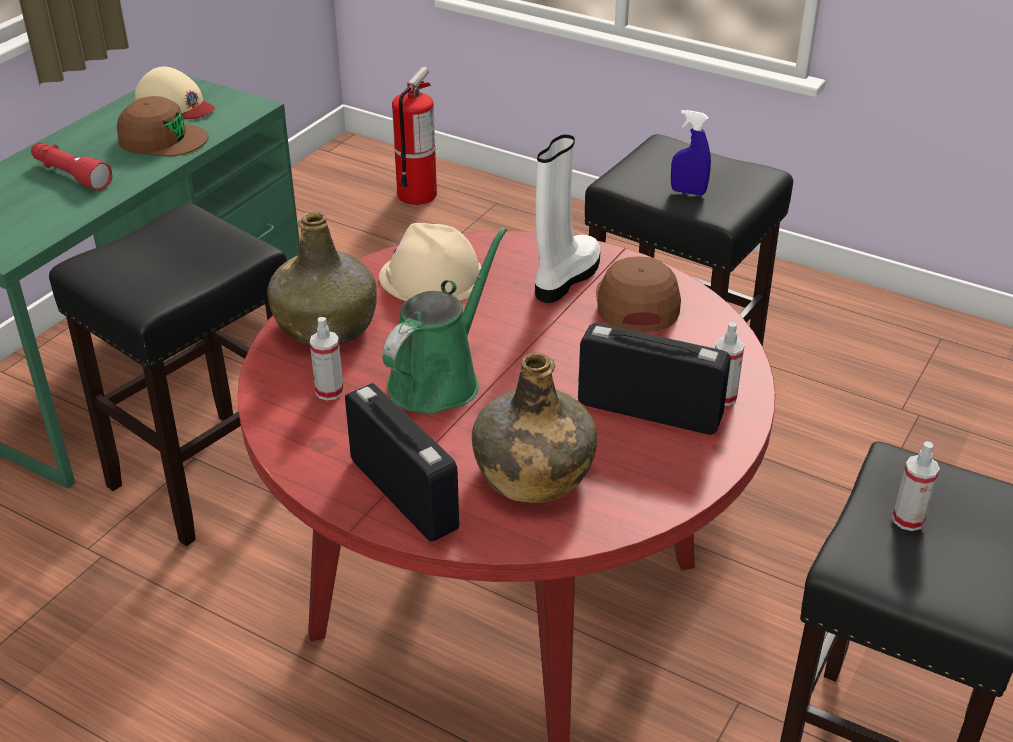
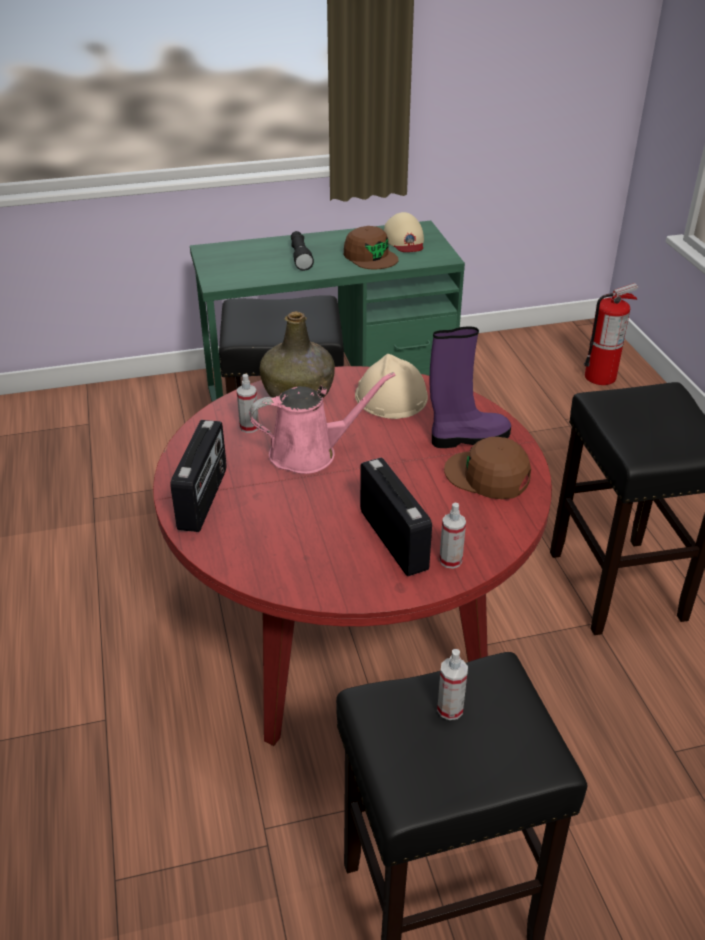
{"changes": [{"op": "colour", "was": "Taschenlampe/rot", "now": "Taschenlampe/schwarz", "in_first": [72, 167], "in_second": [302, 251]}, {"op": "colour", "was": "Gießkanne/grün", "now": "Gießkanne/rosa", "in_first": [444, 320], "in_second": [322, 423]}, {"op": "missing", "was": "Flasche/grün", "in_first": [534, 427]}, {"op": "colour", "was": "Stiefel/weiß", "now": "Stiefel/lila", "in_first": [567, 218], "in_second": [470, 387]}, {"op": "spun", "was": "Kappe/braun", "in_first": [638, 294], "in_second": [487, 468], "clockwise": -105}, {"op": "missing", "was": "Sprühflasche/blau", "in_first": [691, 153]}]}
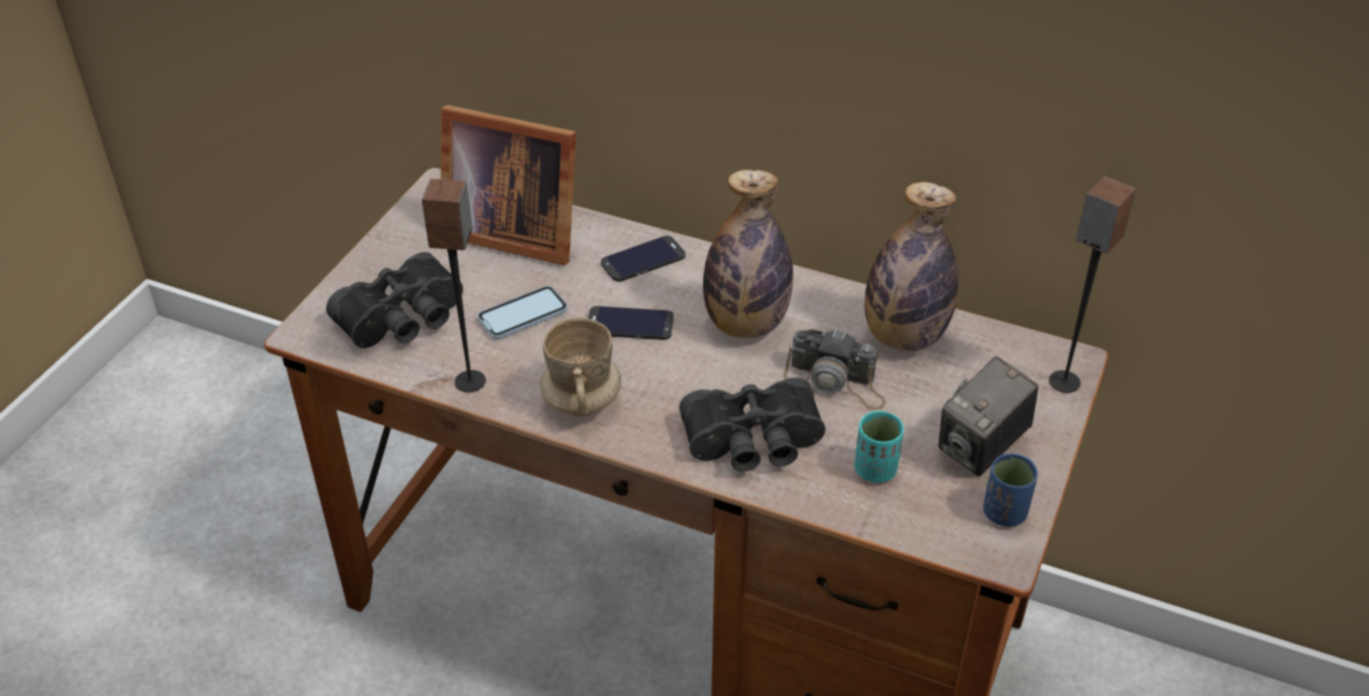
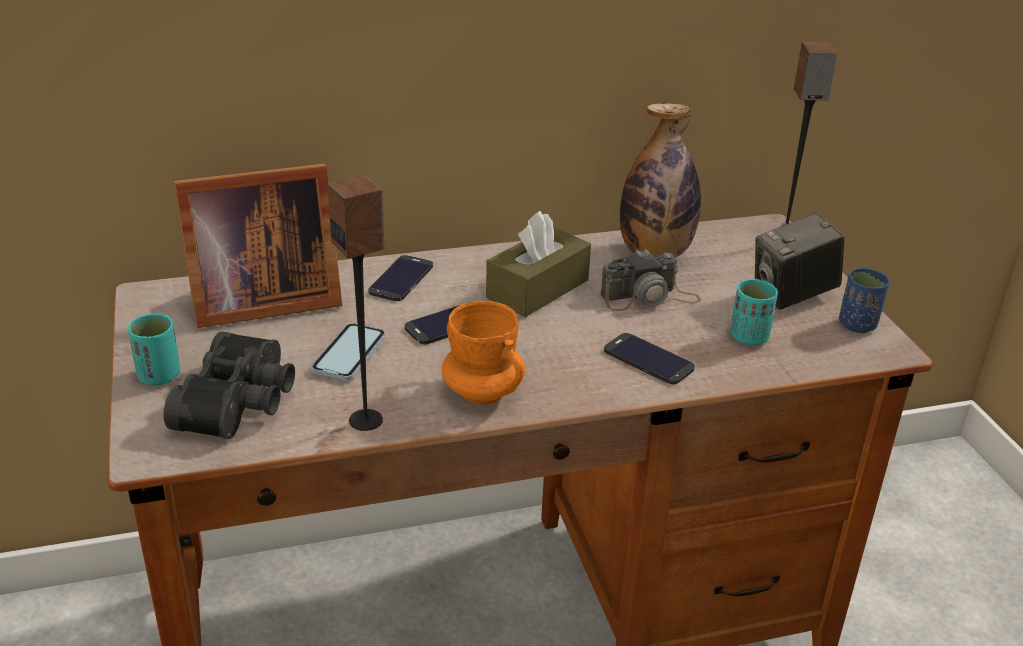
{"changes": [{"op": "colour", "was": "Henkelbecher/beige", "now": "Henkelbecher/orange", "in_first": [580, 367], "in_second": [483, 352]}, {"op": "exchanged", "was": "Fernglas/schwarz", "now": "Handy", "in_first": [752, 425], "in_second": [649, 358]}, {"op": "exchanged", "was": "Flasche", "now": "Taschentuchbox/braun", "in_first": [748, 254], "in_second": [538, 264]}, {"op": "spun", "was": "Kamera", "in_first": [988, 416], "in_second": [800, 261], "clockwise": 60}, {"op": "appeared", "now": "Tasse/türkis", "in_second": [154, 349]}]}
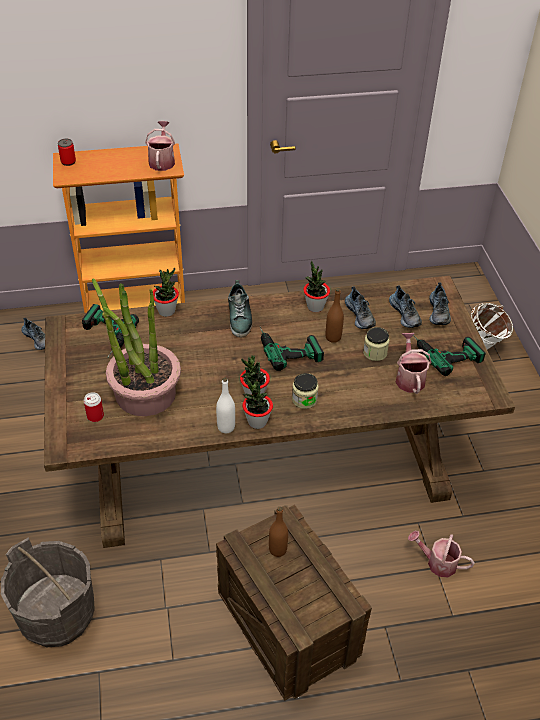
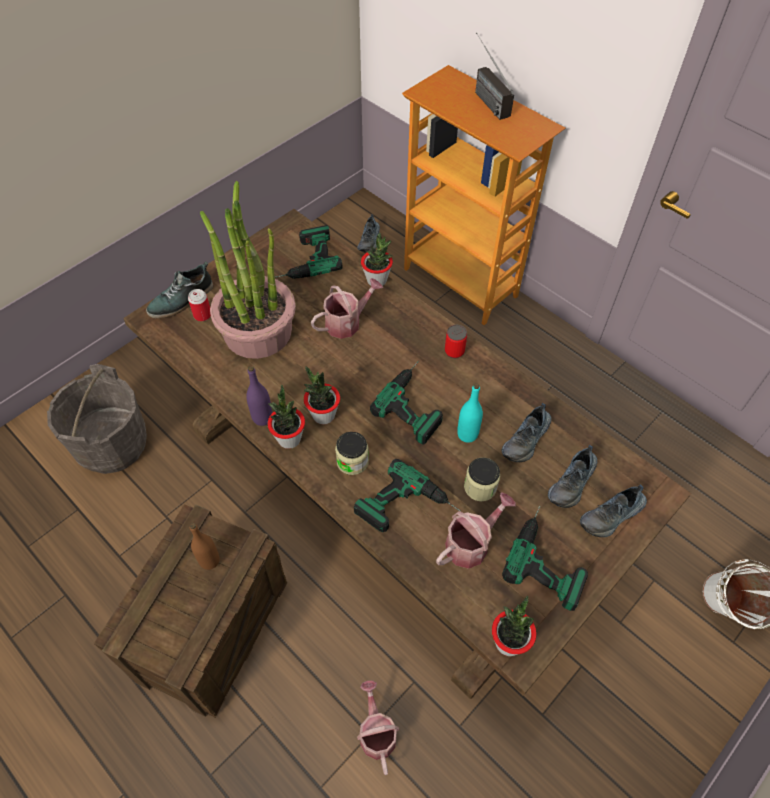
{"changes": [{"op": "relocated", "was": "Dose", "in_first": [67, 152], "in_second": [456, 341]}, {"op": "relocated", "was": "Gießkanne", "in_first": [160, 146], "in_second": [347, 308]}, {"op": "colour", "was": "Flasche/weiß", "now": "Flasche/lila", "in_first": [225, 405], "in_second": [259, 396]}, {"op": "relocated", "was": "Schuh", "in_first": [240, 308], "in_second": [179, 289]}, {"op": "relocated", "was": "Topfpflanze", "in_first": [316, 286], "in_second": [514, 626]}, {"op": "colour", "was": "Flasche/braun", "now": "Flasche/türkis", "in_first": [335, 315], "in_second": [470, 413]}, {"op": "appeared", "now": "Bohrmaschine", "in_second": [407, 495]}, {"op": "appeared", "now": "Radio", "in_second": [494, 76]}]}
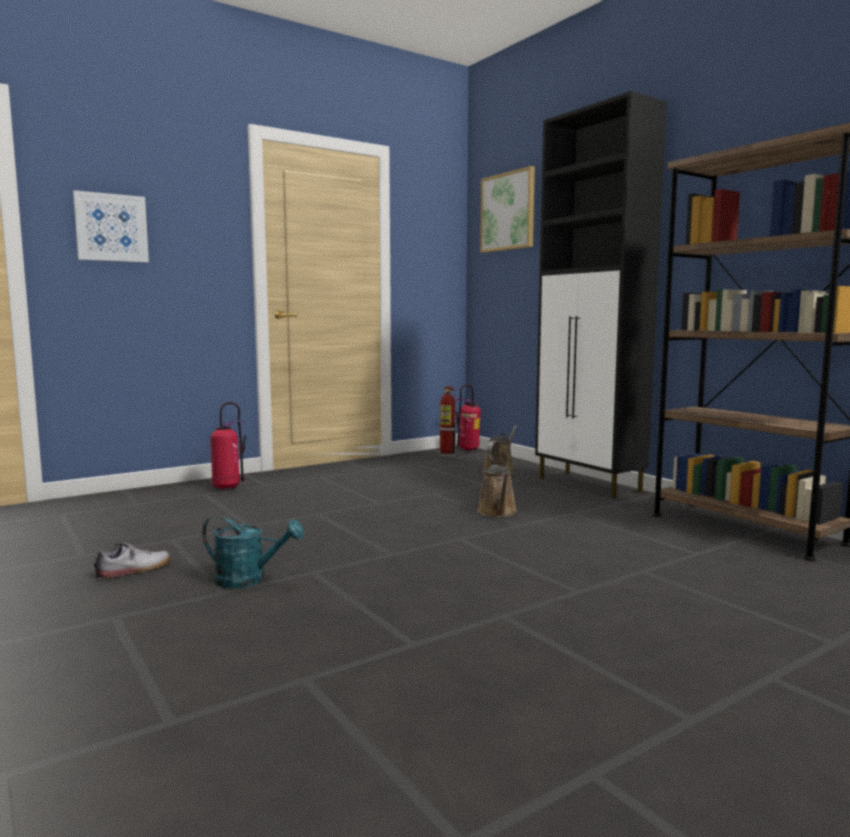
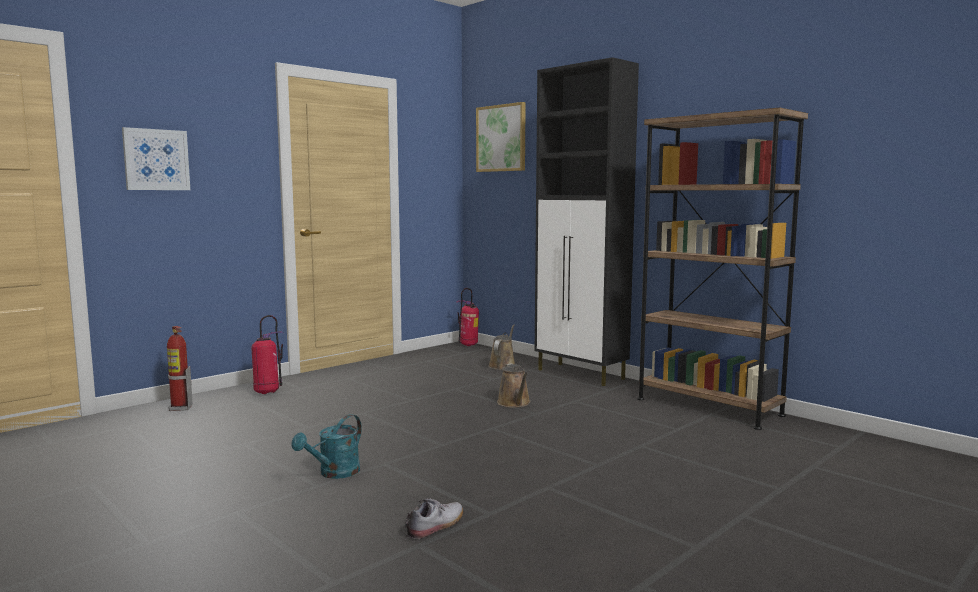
{"changes": [{"op": "relocated", "was": "Schuh", "in_first": [132, 560], "in_second": [434, 518]}, {"op": "spun", "was": "Gießkanne/türkis", "in_first": [253, 551], "in_second": [326, 446], "clockwise": 120}, {"op": "relocated", "was": "Feuerlöscher", "in_first": [447, 421], "in_second": [180, 368]}]}
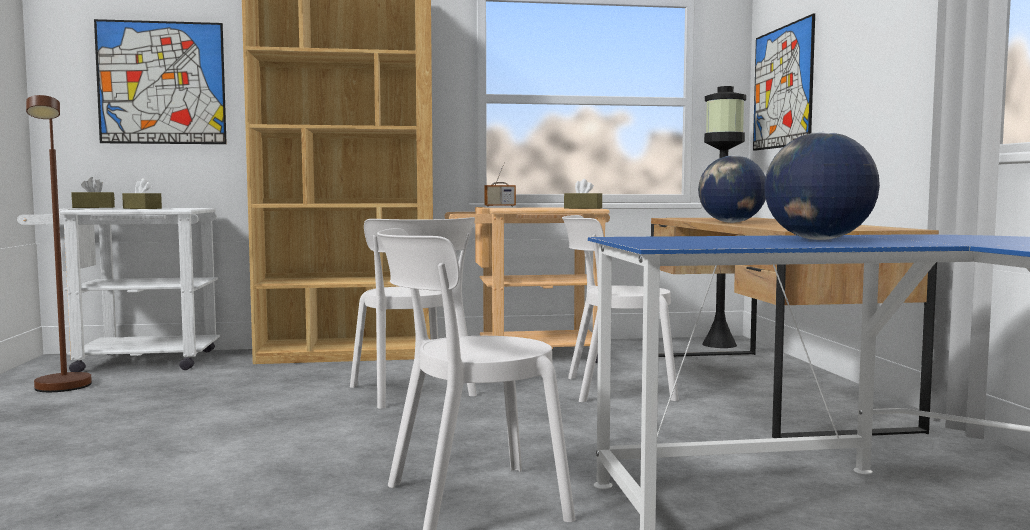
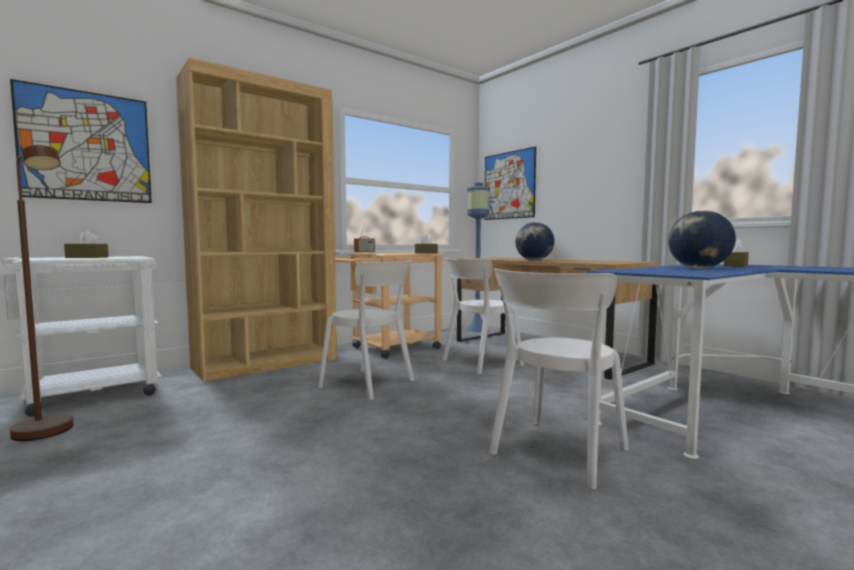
{"changes": [{"op": "relocated", "was": "Taschentuchbox/braun", "in_first": [93, 192], "in_second": [736, 253]}, {"op": "colour", "was": "Stehlampe/schwarz", "now": "Stehlampe/blau", "in_first": [724, 217], "in_second": [478, 257]}]}
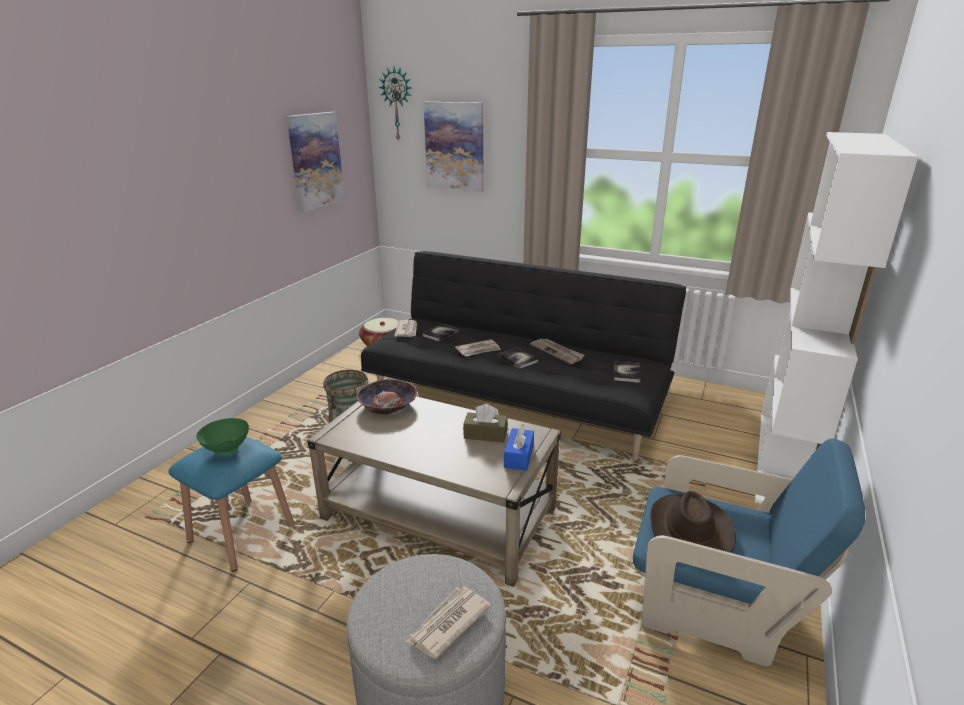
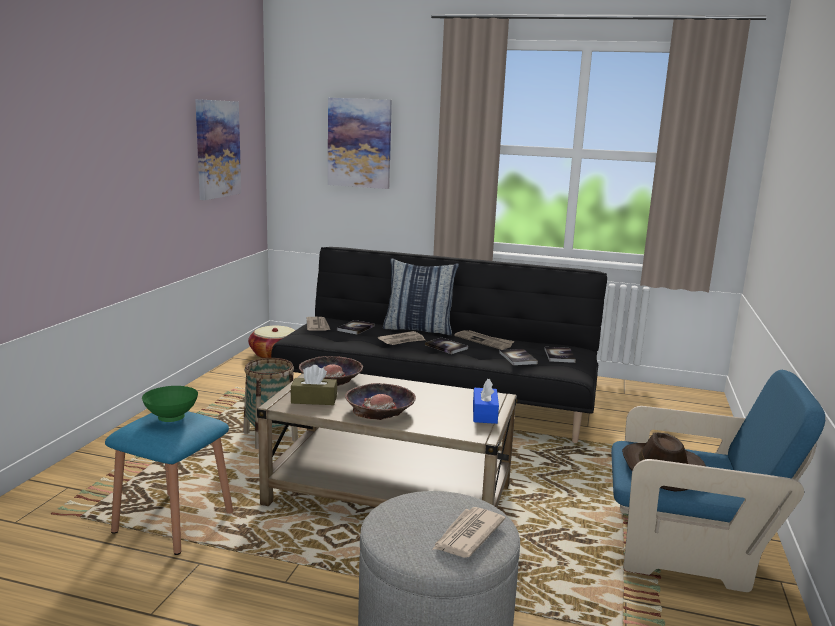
{"changes": [{"op": "missing", "was": "Wanduhr", "in_first": [395, 104]}, {"op": "relocated", "was": "Taschentuchbox/braun", "in_first": [485, 423], "in_second": [314, 385]}, {"op": "missing", "was": "Bücherregal/weiß", "in_first": [836, 318]}, {"op": "appeared", "now": "Schüssel", "in_second": [380, 401]}, {"op": "appeared", "now": "Kissen", "in_second": [421, 296]}, {"op": "appeared", "now": "Buch", "in_second": [518, 357]}]}
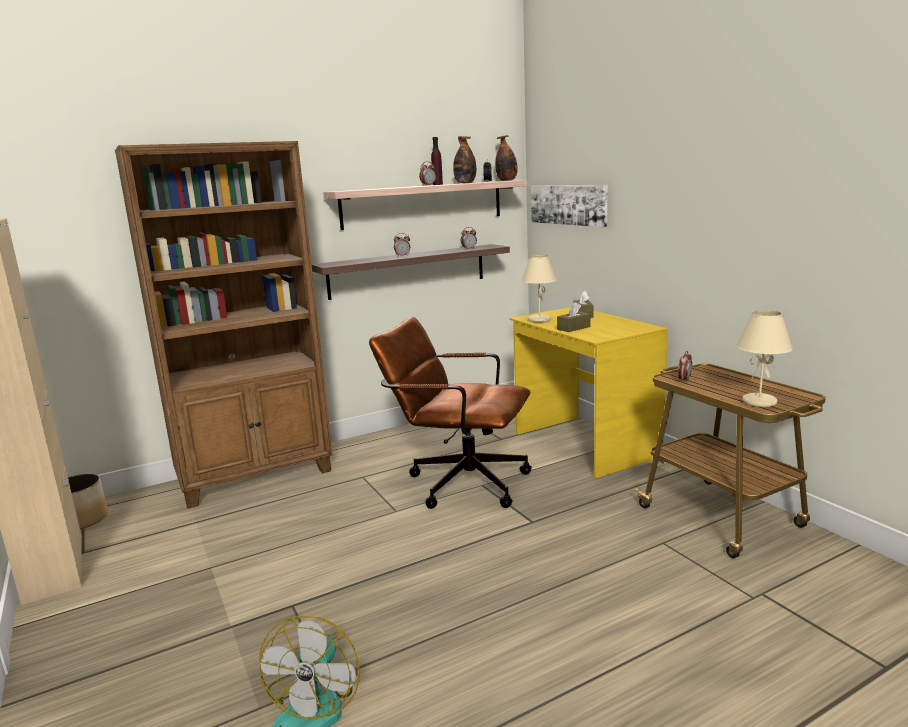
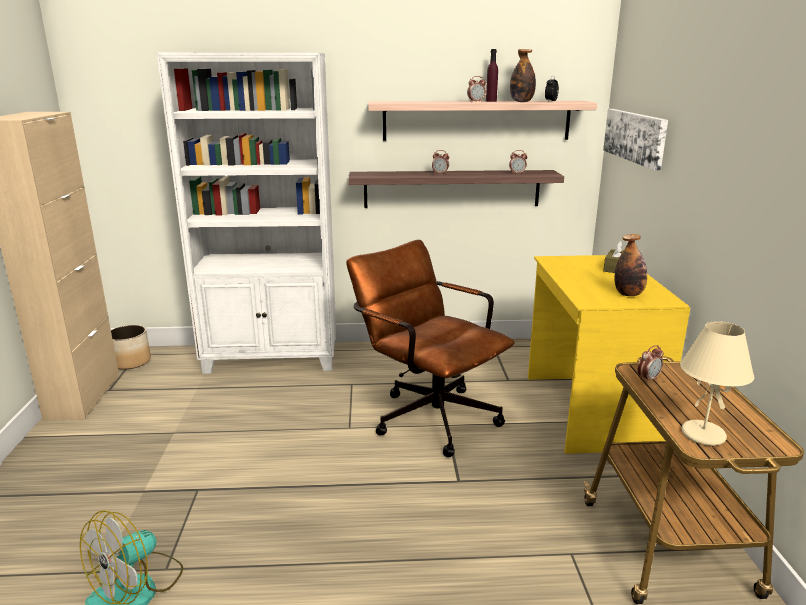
{"changes": [{"op": "colour", "was": "Bücherregal/braun", "now": "Bücherregal/weiß", "in_first": [224, 324], "in_second": [246, 213]}, {"op": "relocated", "was": "Flasche", "in_first": [506, 158], "in_second": [631, 265]}, {"op": "missing", "was": "Tischlampe/beige", "in_first": [539, 288]}, {"op": "missing", "was": "Taschentuchbox/braun", "in_first": [574, 317]}]}
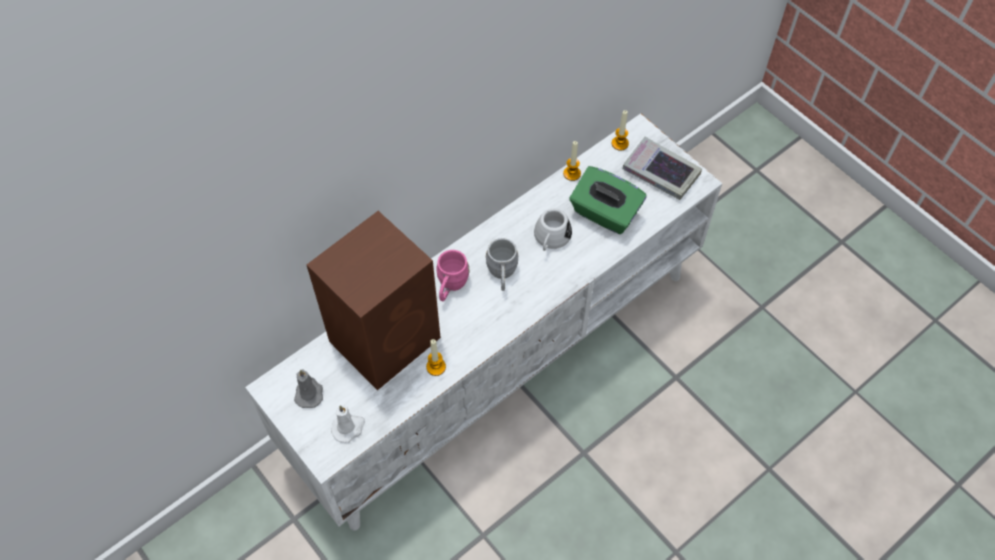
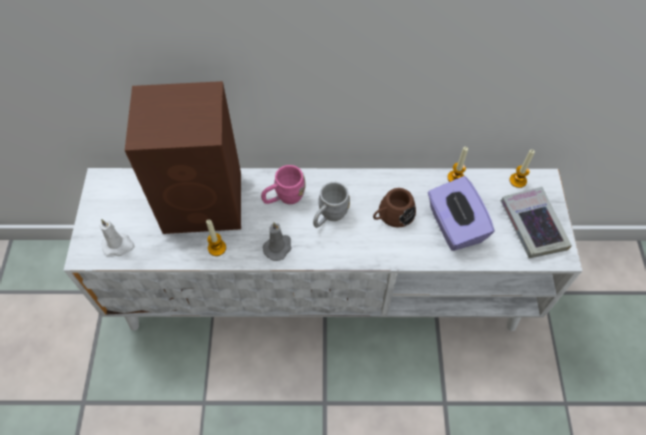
{"changes": [{"op": "relocated", "was": "Kerze/grau", "in_first": [308, 388], "in_second": [277, 241]}, {"op": "colour", "was": "Henkelbecher/weiß", "now": "Henkelbecher/braun", "in_first": [553, 229], "in_second": [394, 208]}, {"op": "colour", "was": "Taschentuchbox/grün", "now": "Taschentuchbox/lila", "in_first": [608, 200], "in_second": [461, 213]}]}
